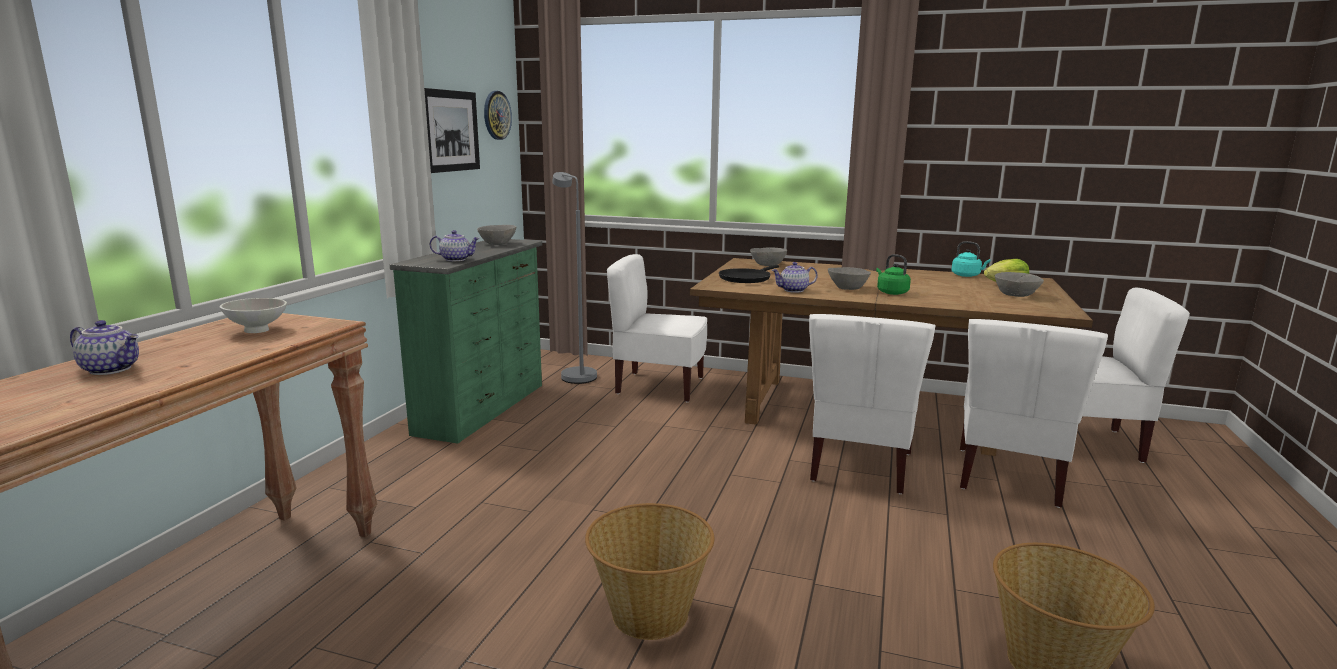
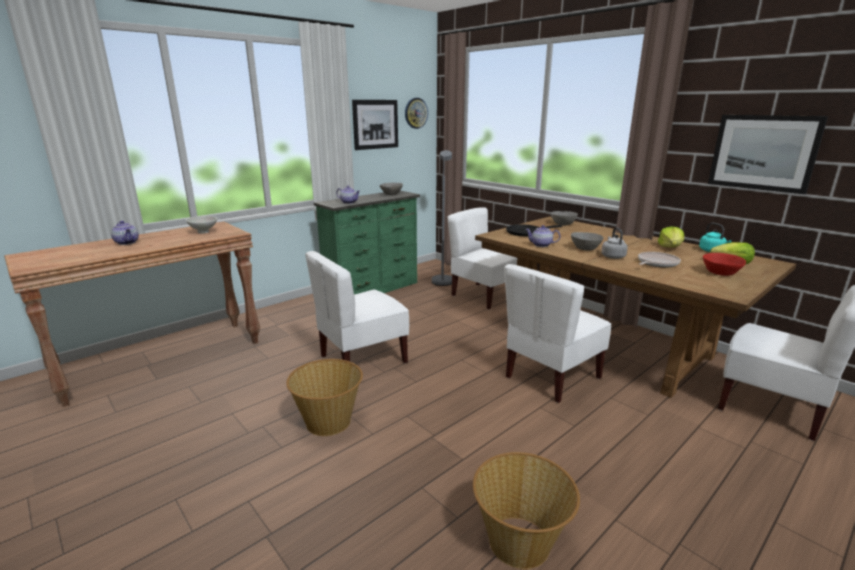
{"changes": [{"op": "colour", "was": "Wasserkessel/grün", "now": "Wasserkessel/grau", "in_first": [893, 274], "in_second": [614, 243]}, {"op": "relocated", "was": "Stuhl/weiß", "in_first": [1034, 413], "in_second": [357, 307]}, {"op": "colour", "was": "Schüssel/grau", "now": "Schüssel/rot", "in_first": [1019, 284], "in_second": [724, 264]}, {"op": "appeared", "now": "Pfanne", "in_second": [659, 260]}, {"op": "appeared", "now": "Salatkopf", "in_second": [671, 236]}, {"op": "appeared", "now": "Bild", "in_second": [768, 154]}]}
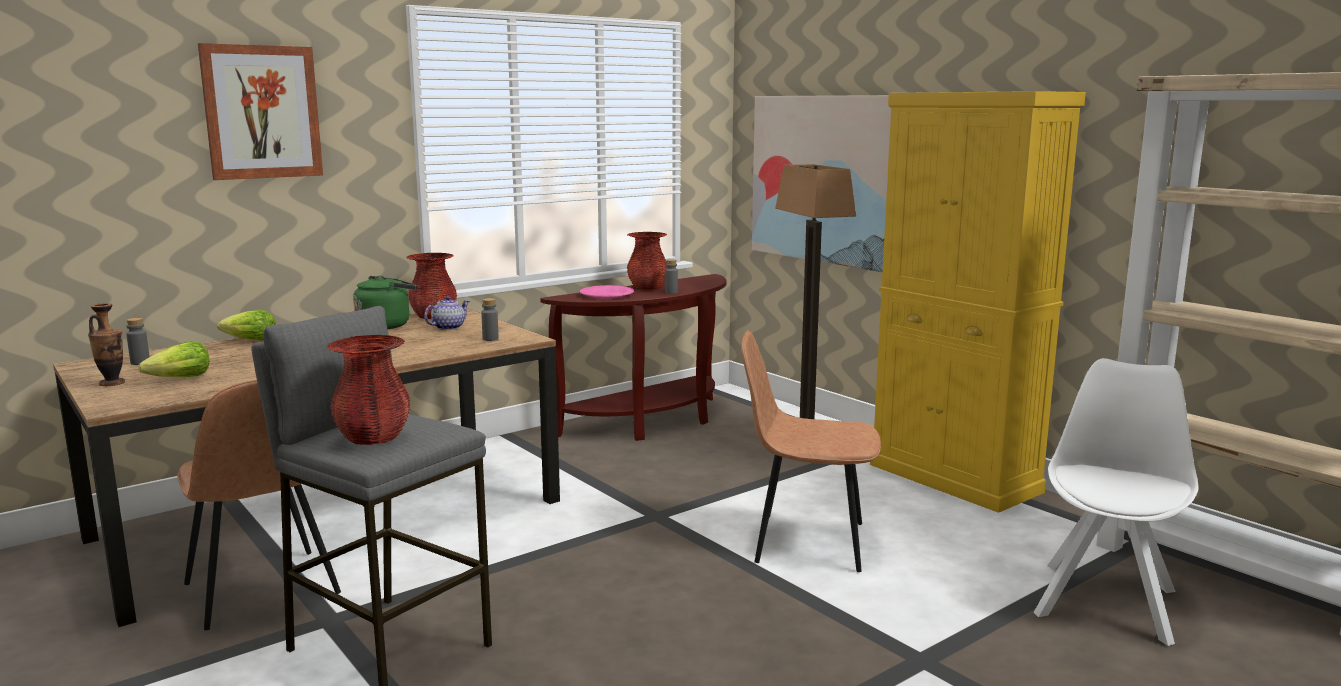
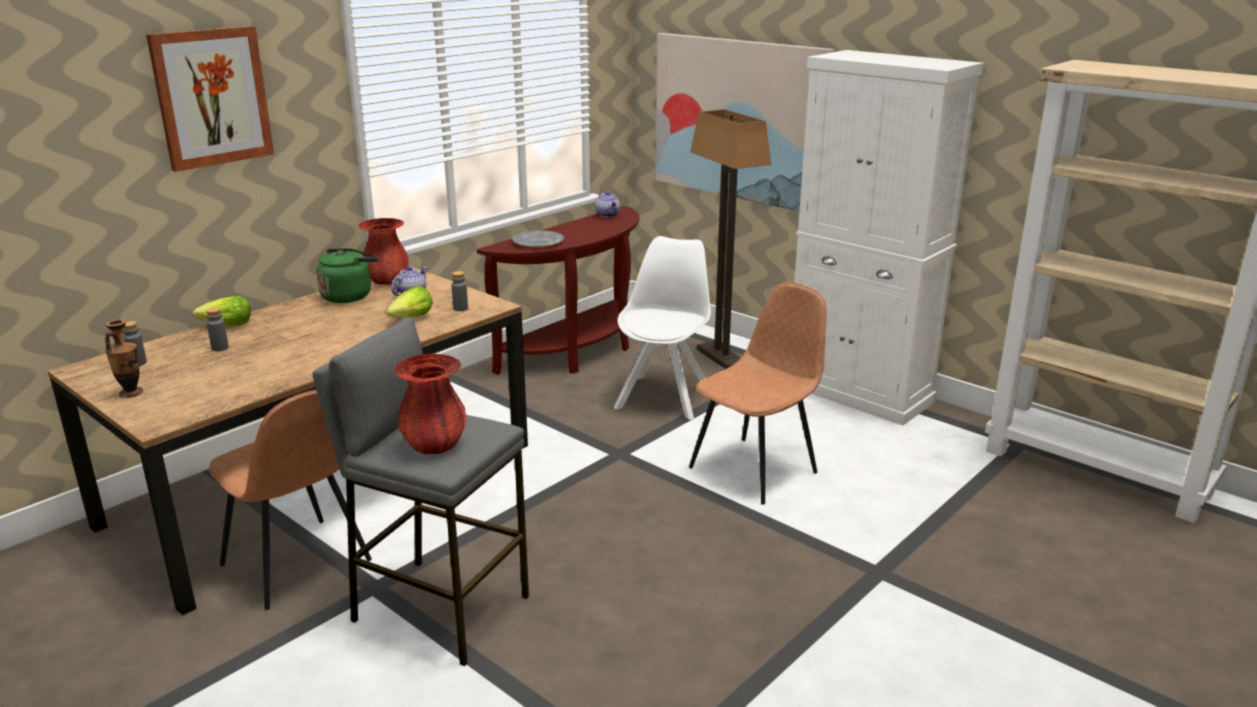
{"changes": [{"op": "relocated", "was": "Salatkopf", "in_first": [173, 359], "in_second": [409, 302]}, {"op": "colour", "was": "Teller/rosa", "now": "Teller/grau", "in_first": [607, 292], "in_second": [538, 238]}, {"op": "missing", "was": "Vase/rot", "in_first": [647, 260]}, {"op": "relocated", "was": "Flasche/grau", "in_first": [671, 276], "in_second": [217, 329]}, {"op": "spun", "was": "Stuhl/braun", "in_first": [811, 451], "in_second": [757, 393], "clockwise": 135}, {"op": "colour", "was": "Schrank/gelb", "now": "Schrank/weiß", "in_first": [978, 302], "in_second": [889, 237]}, {"op": "relocated", "was": "Stuhl/weiß", "in_first": [1116, 502], "in_second": [662, 328]}, {"op": "appeared", "now": "Teekanne", "in_second": [607, 204]}]}
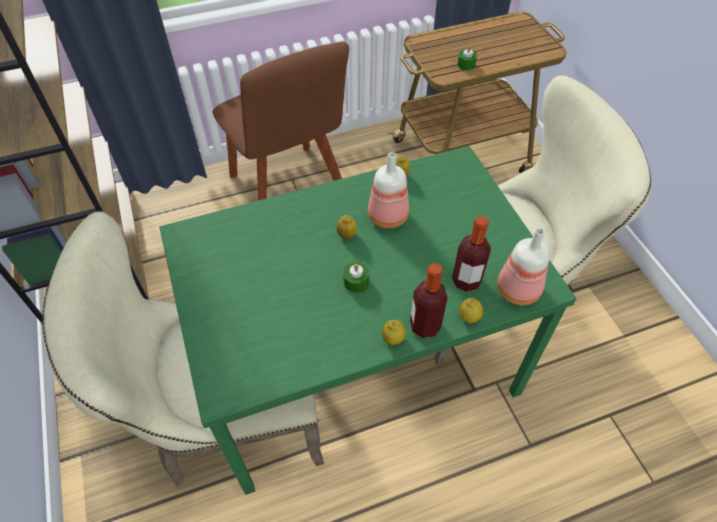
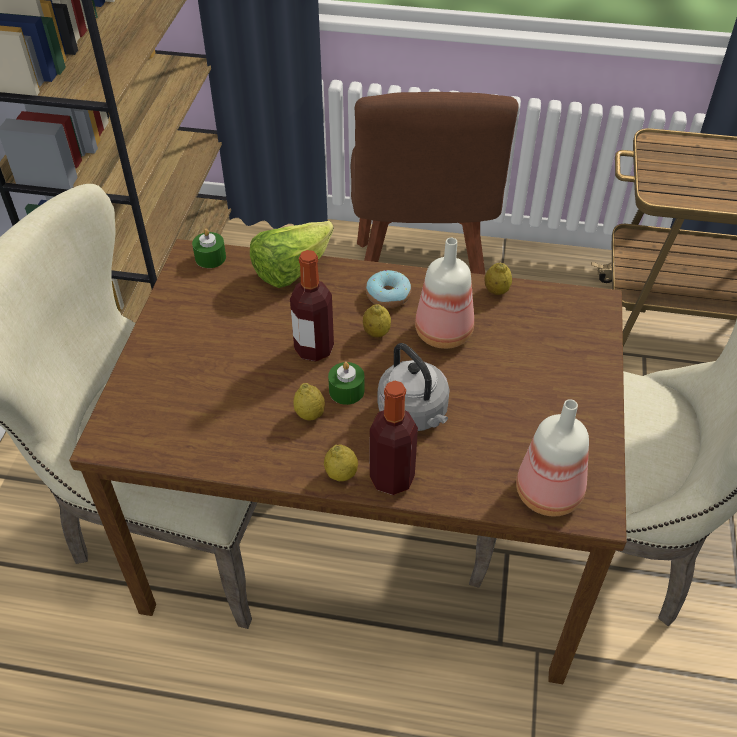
{"changes": [{"op": "colour", "was": "Esstisch/grün", "now": "Esstisch/braun", "in_first": [368, 320], "in_second": [348, 461]}, {"op": "relocated", "was": "Flasche", "in_first": [471, 254], "in_second": [312, 305]}, {"op": "relocated", "was": "Kerze/grün", "in_first": [467, 58], "in_second": [209, 248]}, {"op": "relocated", "was": "Zitrone", "in_first": [471, 310], "in_second": [309, 401]}, {"op": "appeared", "now": "Salatkopf", "in_second": [292, 254]}, {"op": "appeared", "now": "Donut", "in_second": [388, 289]}, {"op": "appeared", "now": "Wasserkessel/grau", "in_second": [414, 387]}]}
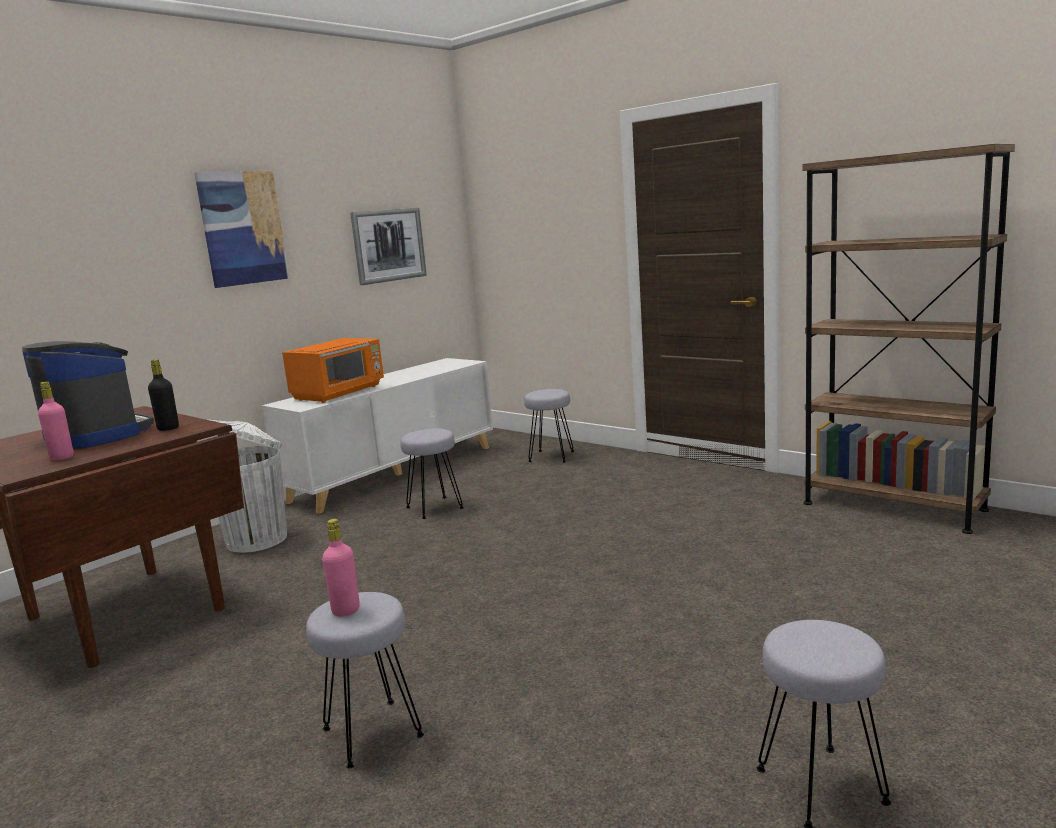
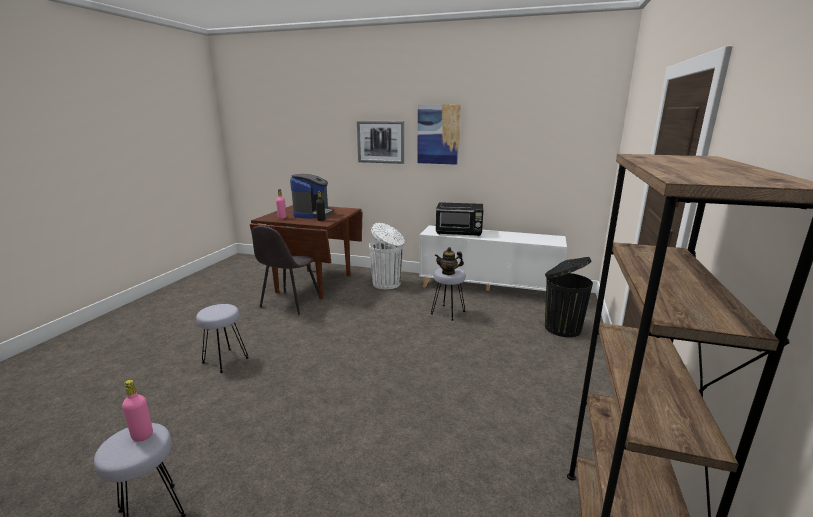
{"changes": [{"op": "colour", "was": "Mikrowelle/orange", "now": "Mikrowelle/schwarz", "in_first": [333, 370], "in_second": [459, 219]}, {"op": "relocated", "was": "Flasche/rosa", "in_first": [341, 568], "in_second": [137, 411]}, {"op": "relocated", "was": "Bild", "in_first": [388, 246], "in_second": [380, 142]}, {"op": "exchanged", "was": "Hocker/grau", "now": "Mülleimer/schwarz", "in_first": [549, 426], "in_second": [569, 297]}, {"op": "appeared", "now": "Stuhl/grau", "in_second": [285, 270]}, {"op": "appeared", "now": "Teekanne", "in_second": [449, 261]}]}
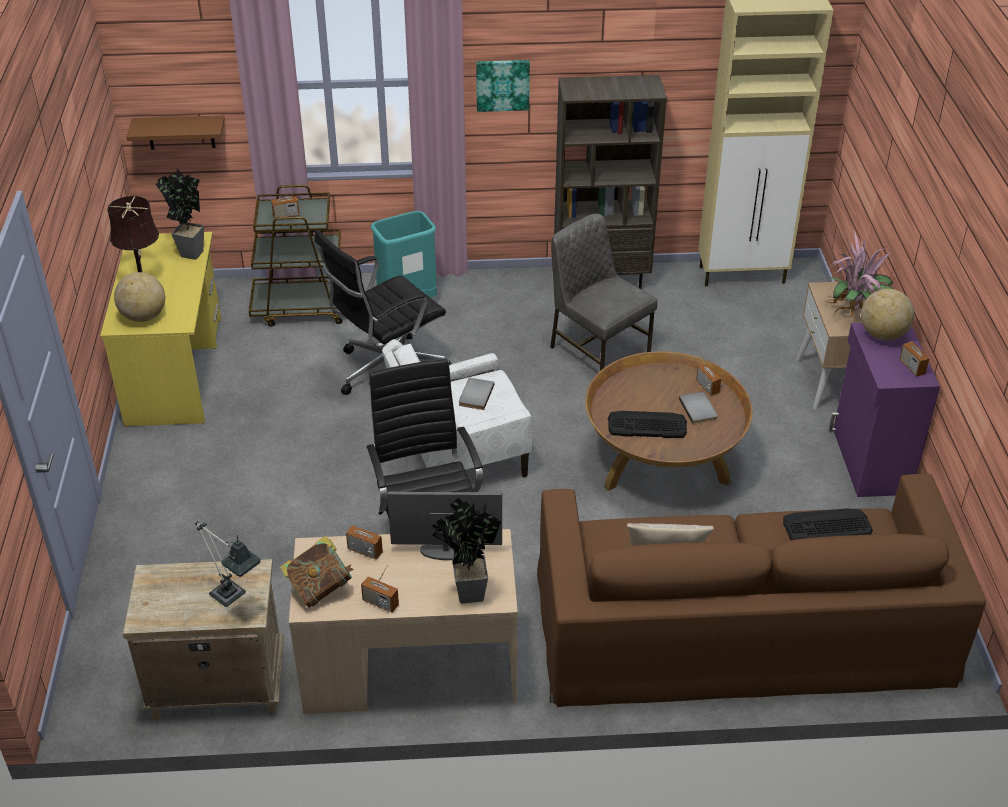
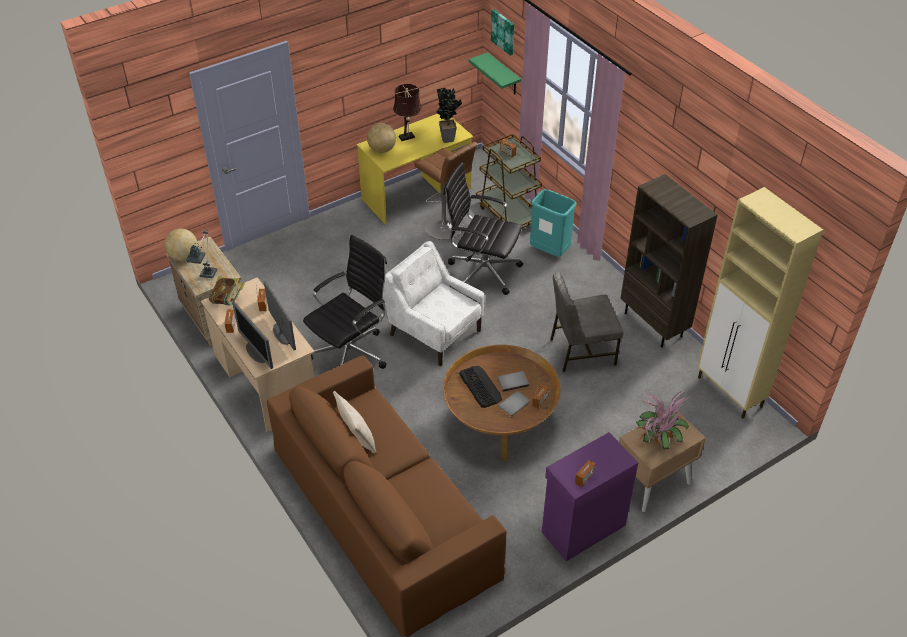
{"changes": [{"op": "colour", "was": "Wandregal/braun", "now": "Wandregal/grün", "in_first": [176, 132], "in_second": [494, 73]}, {"op": "exchanged", "was": "Topfpflanze", "now": "Monitor", "in_first": [467, 551], "in_second": [252, 335]}, {"op": "relocated", "was": "Buch/grau", "in_first": [476, 394], "in_second": [513, 381]}, {"op": "relocated", "was": "Bild", "in_first": [503, 86], "in_second": [502, 32]}, {"op": "spun", "was": "Stuhl/grau", "in_first": [604, 292], "in_second": [587, 322], "clockwise": -120}, {"op": "missing", "was": "Tastatur", "in_first": [828, 524]}, {"op": "relocated", "was": "Globus", "in_first": [887, 314], "in_second": [181, 245]}, {"op": "appeared", "now": "Hocker/braun", "in_second": [446, 191]}]}
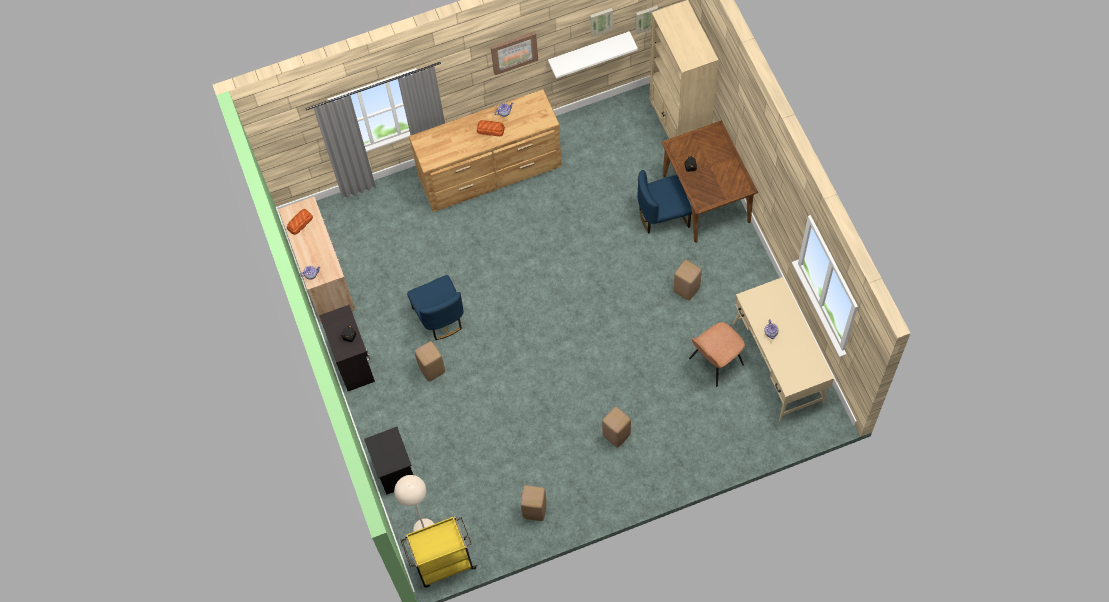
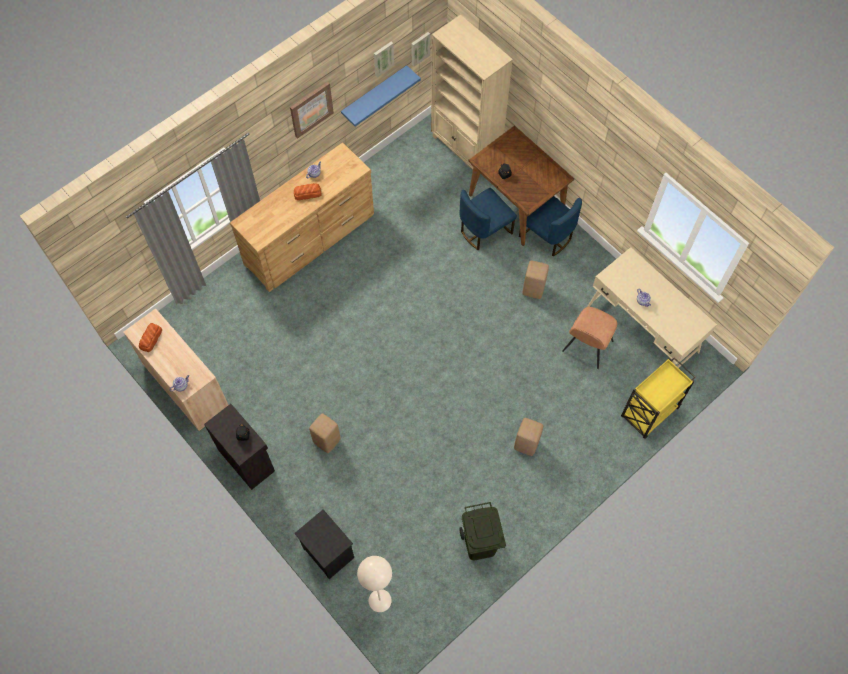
{"changes": [{"op": "relocated", "was": "Rollwagen/gelb", "in_first": [439, 551], "in_second": [658, 398]}, {"op": "relocated", "was": "Stuhl/blau", "in_first": [435, 307], "in_second": [550, 226]}, {"op": "exchanged", "was": "Hocker/beige", "now": "Mülleimer/grün", "in_first": [534, 503], "in_second": [482, 531]}, {"op": "colour", "was": "Wandregal/weiß", "now": "Wandregal/blau", "in_first": [593, 55], "in_second": [381, 96]}]}
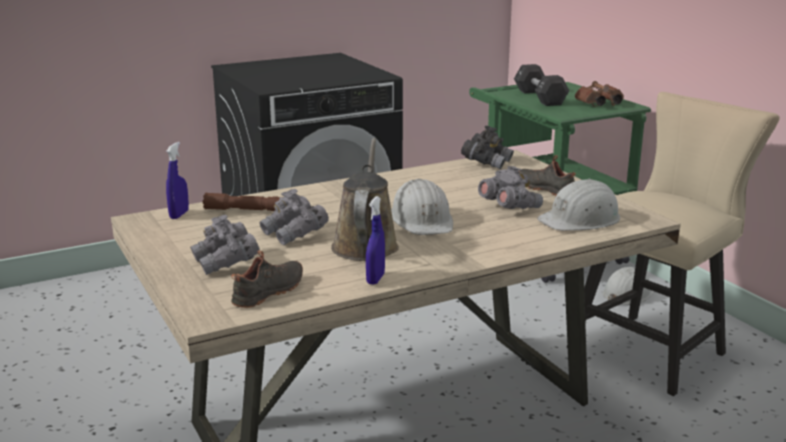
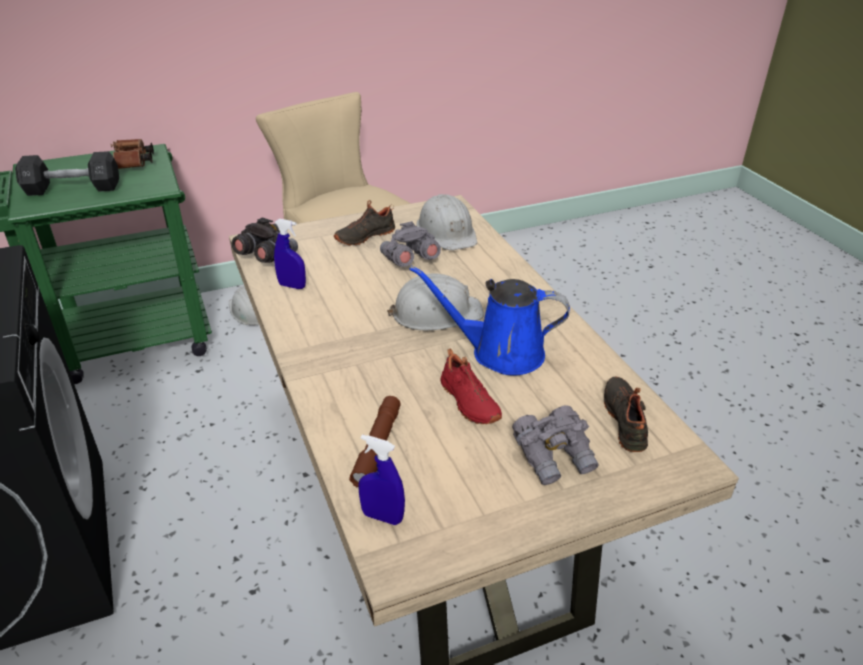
{"changes": [{"op": "spun", "was": "Schuh/schwarz", "in_first": [267, 279], "in_second": [626, 414], "clockwise": 45}, {"op": "exchanged", "was": "Fernglas/grau", "now": "Schuh/rot", "in_first": [294, 217], "in_second": [471, 386]}, {"op": "colour", "was": "Gießkanne/braun", "now": "Gießkanne/blau", "in_first": [365, 199], "in_second": [489, 320]}, {"op": "relocated", "was": "Sprühflasche/blau", "in_first": [375, 240], "in_second": [290, 254]}]}
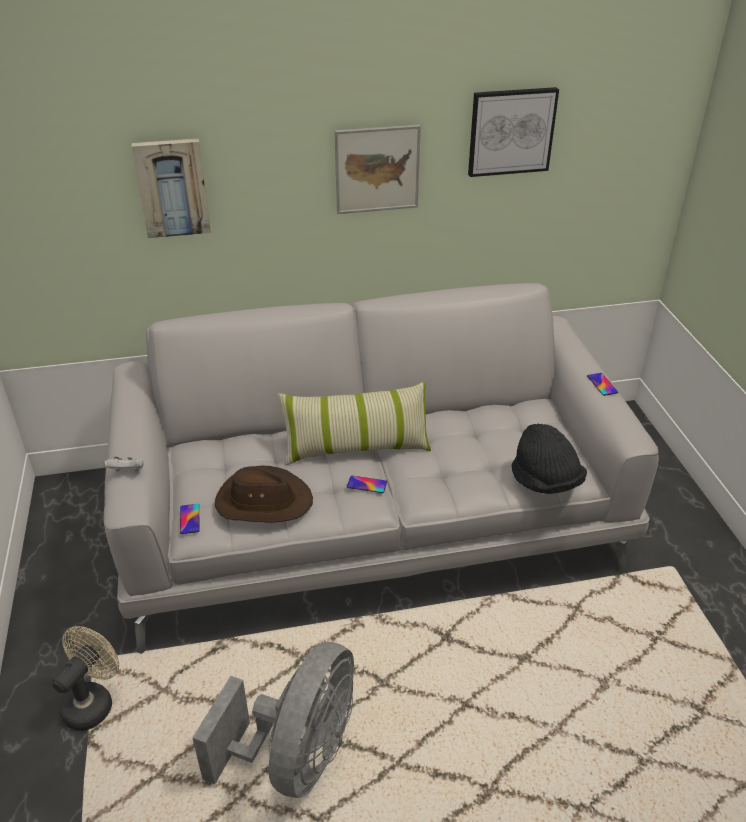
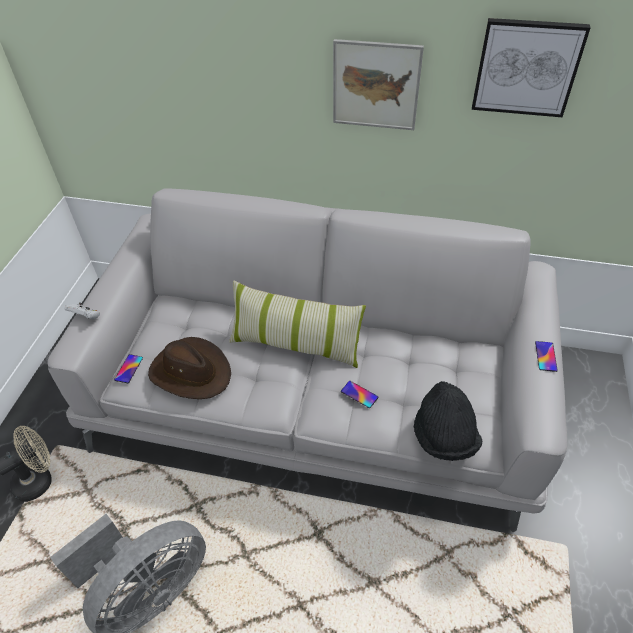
{"changes": [{"op": "missing", "was": "Bild", "in_first": [171, 188]}, {"op": "relocated", "was": "Handy", "in_first": [367, 484], "in_second": [360, 394]}]}
